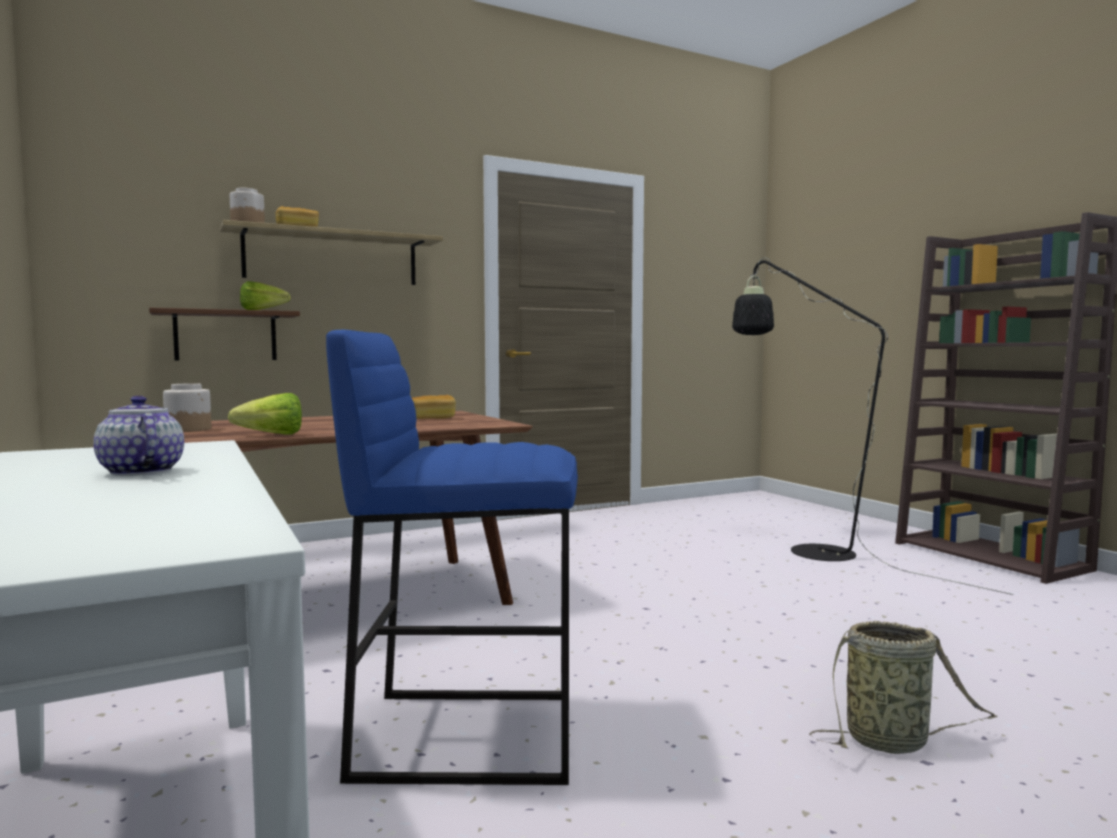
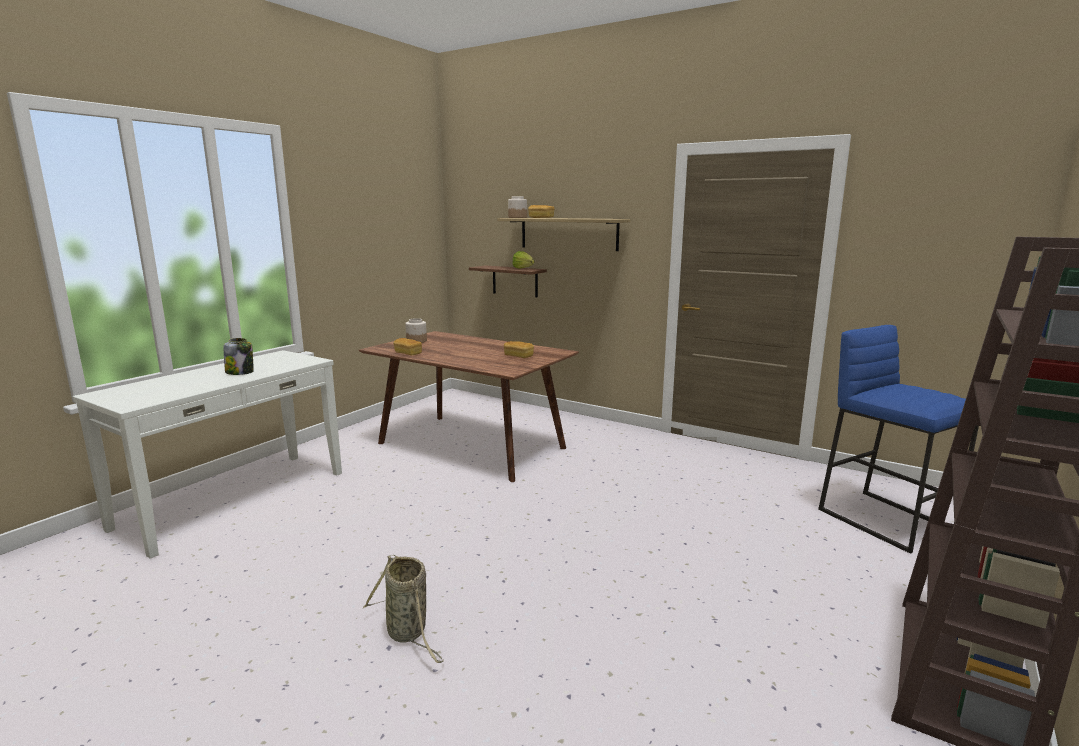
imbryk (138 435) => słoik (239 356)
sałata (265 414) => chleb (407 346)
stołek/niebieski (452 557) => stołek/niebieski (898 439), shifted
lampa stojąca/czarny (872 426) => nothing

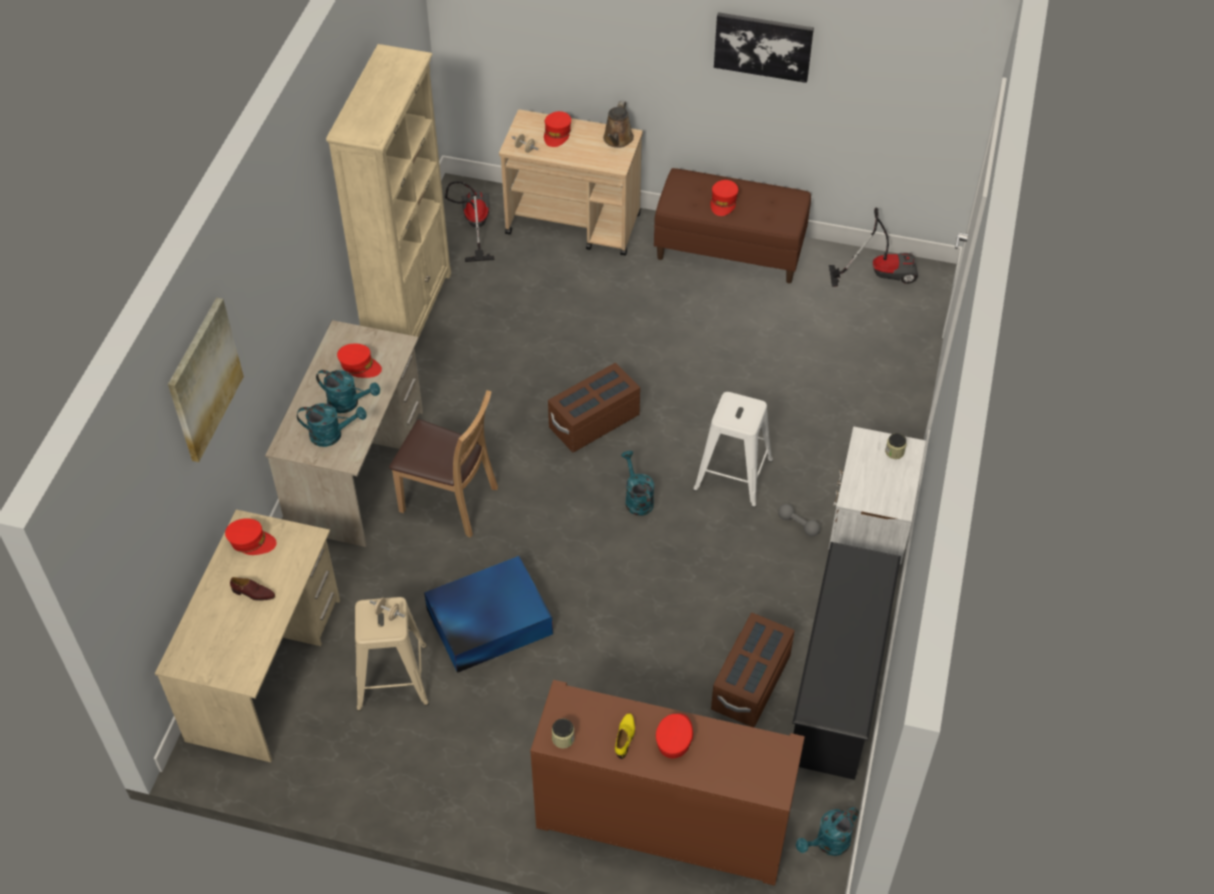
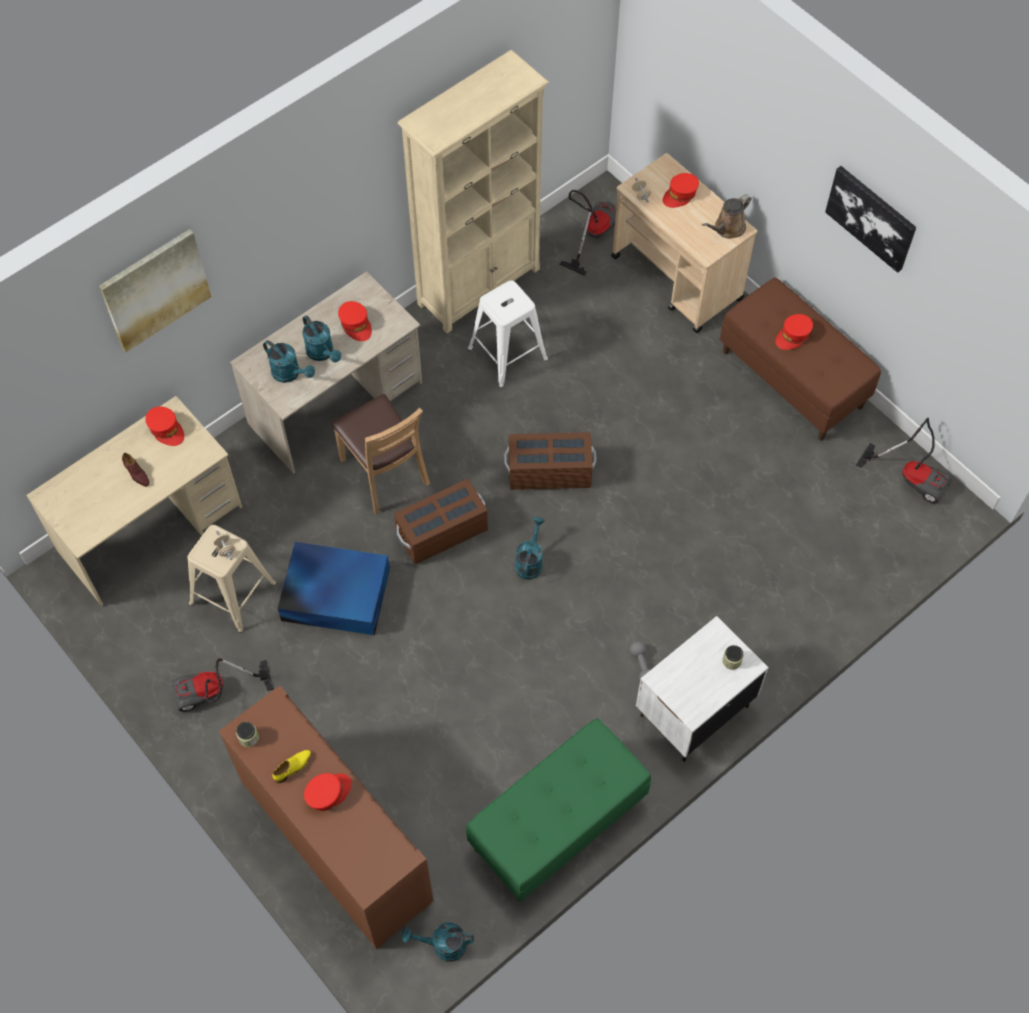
stołek/biały (733 449) => stołek/biały (508 334), shifted
pojemnik do przechowywania/brązowy (753 670) => pojemnik do przechowywania/brązowy (441 521), shifted
regał na buty/czarny (846 661) => ławka/zielony (558 810)
nothing => odkurzacz (223 685)

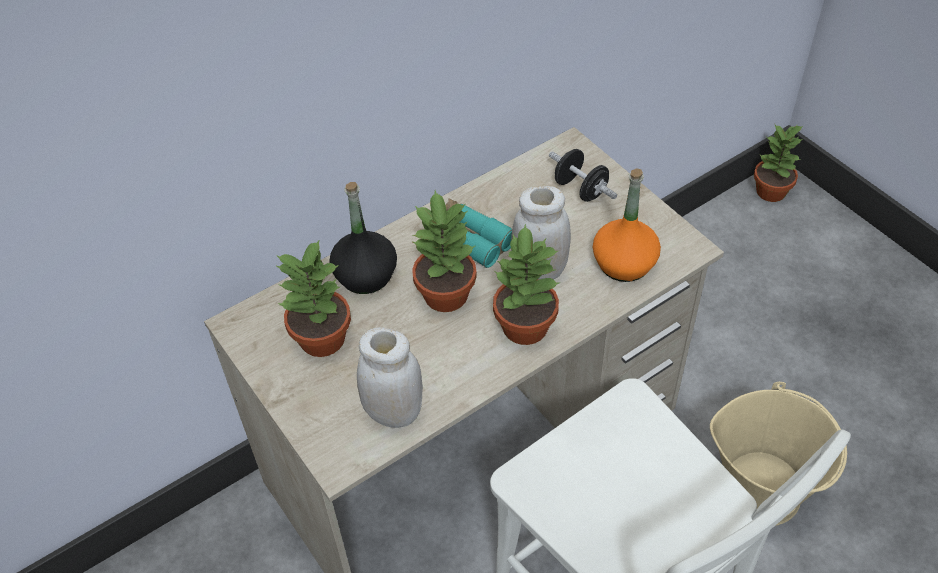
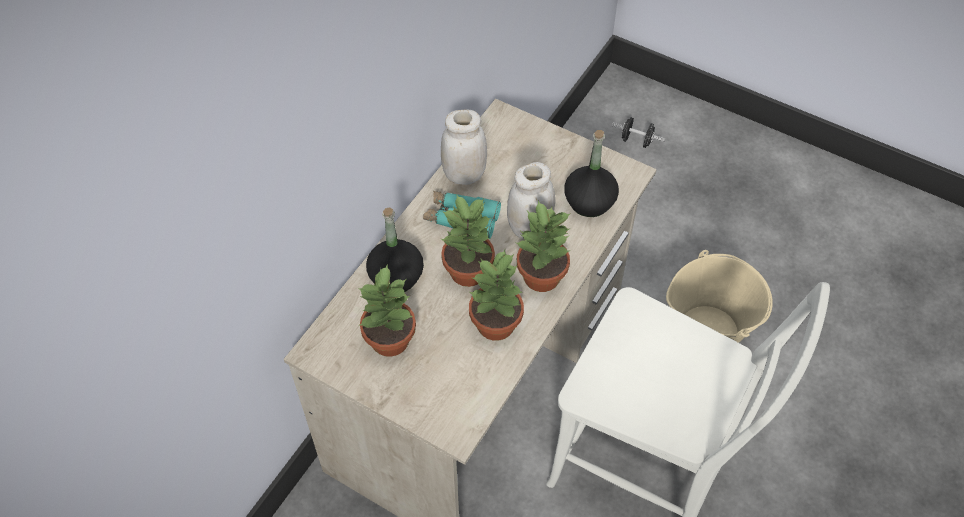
słoik/biały (390 377) => słoik/biały (464 147), shifted
hantel/czarny (583 175) => hantel/czarny (638 132), shifted
butelka/pomarańczowy (627 225) => butelka/czarny (591 173)
roślina doniczkowa (779 163) => roślina doniczkowa (496 295), shifted

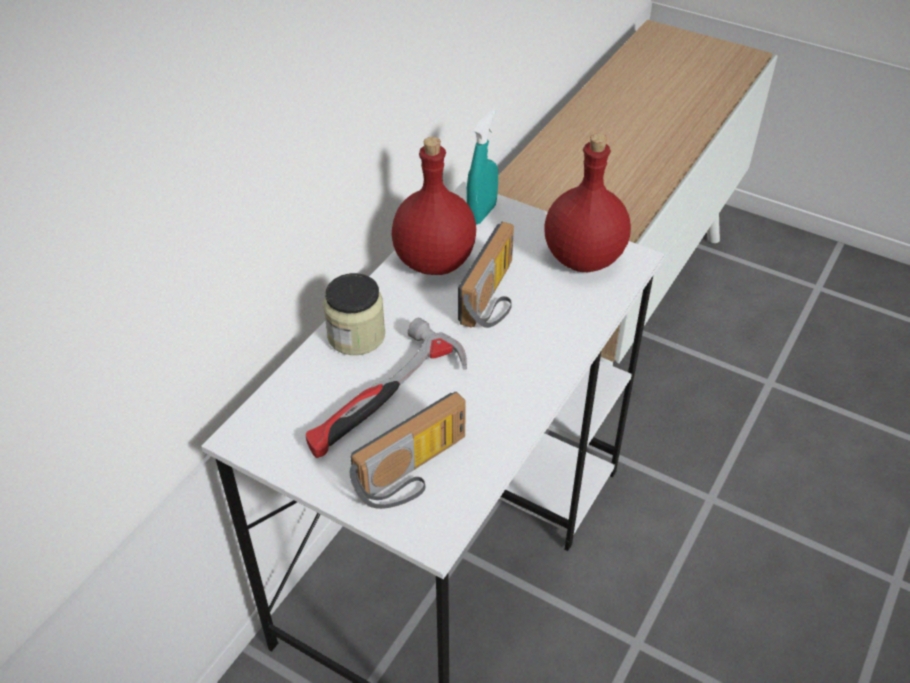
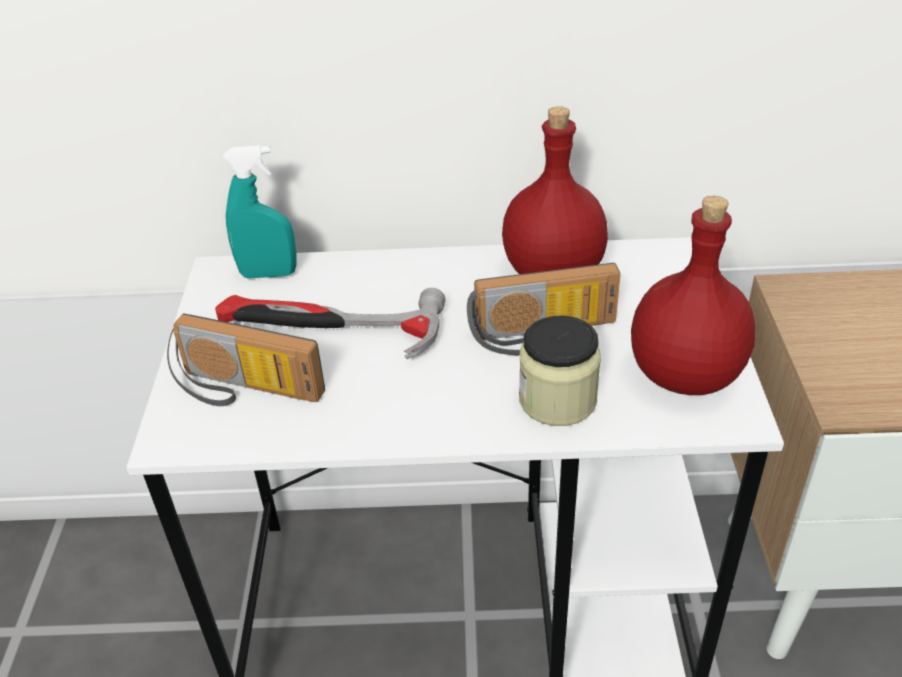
słoik (354 314) => słoik (560 371), shifted
spryskiwacz/turkusowy (482 167) => spryskiwacz/turkusowy (260 212), shifted

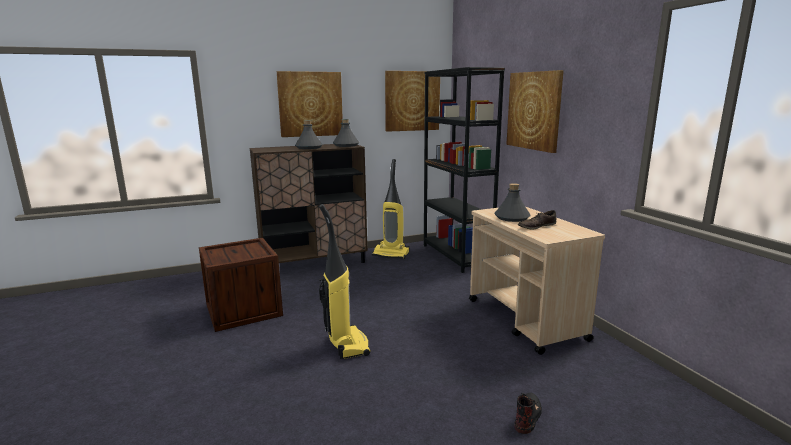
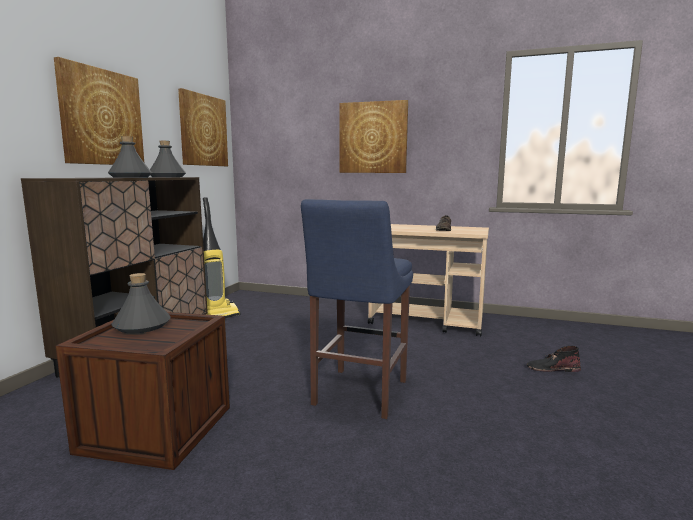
odkurzacz (345 281) => stołek/niebieski (357 309)
regał/czarny (464 170) => nothing
butelka/szary (512 202) => butelka/szary (141 303), shifted
but z cholewką/czarny (528 413) => but z cholewką/czarny (553 359), 60 degrees counterclockwise

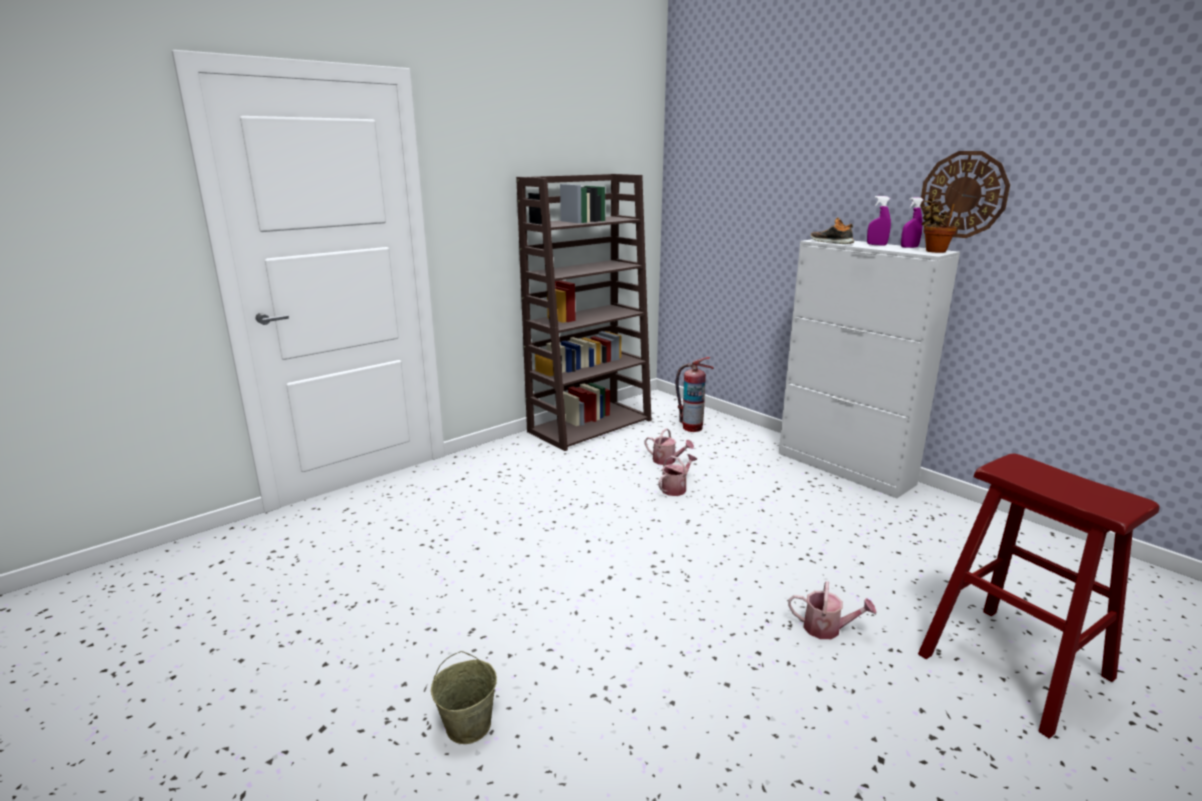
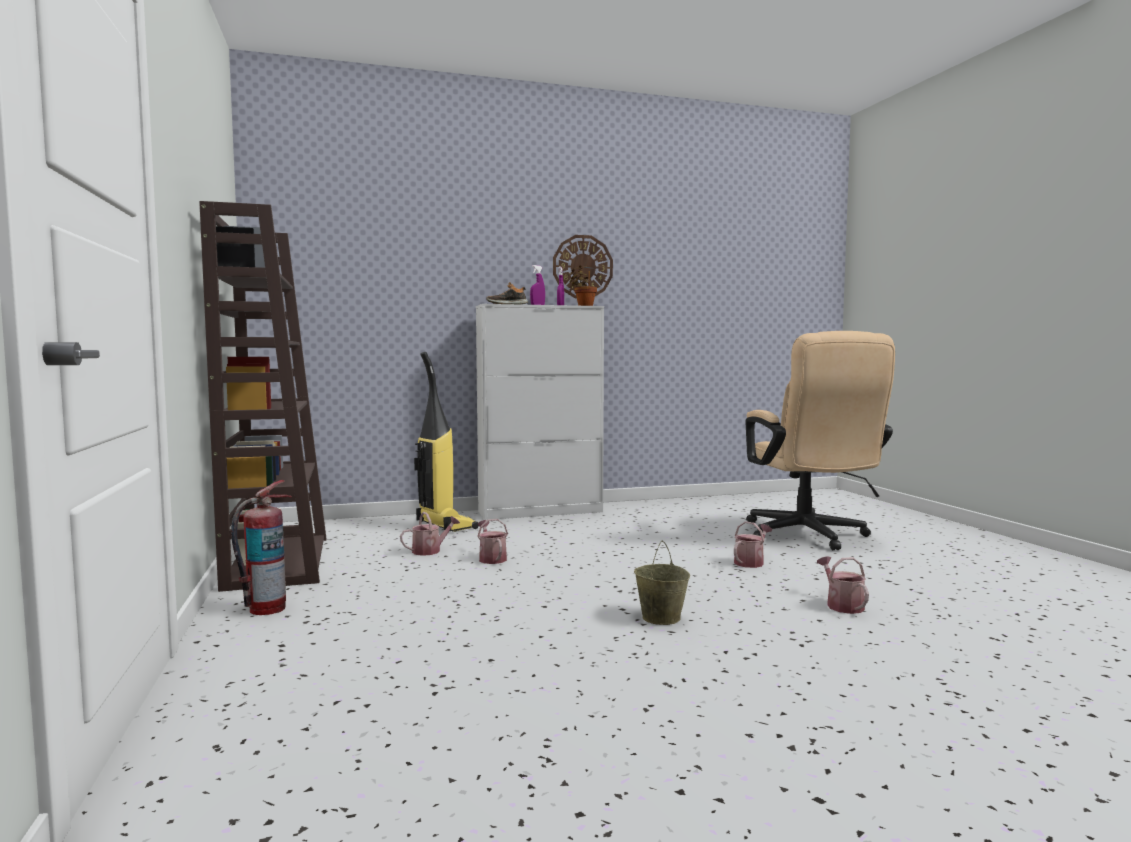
wiadro/beżowy (464 697) => wiadro/beżowy (662 582), shifted
gaśnica (694 394) => gaśnica (261 547), shifted
stołek/czerwony (1038 596) => krzesło biurowe/beżowy (820 440)
nothing => odkurzacz (446 442)
nothing => konewka (843 585)

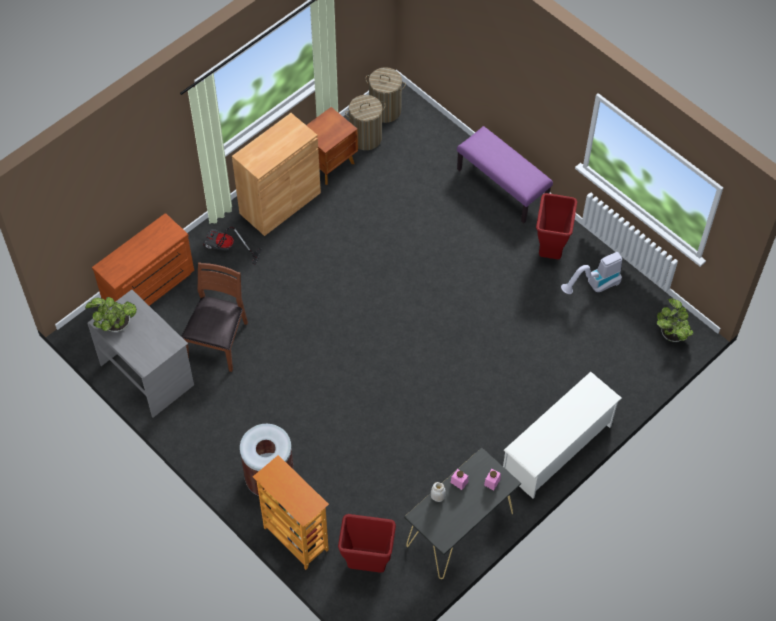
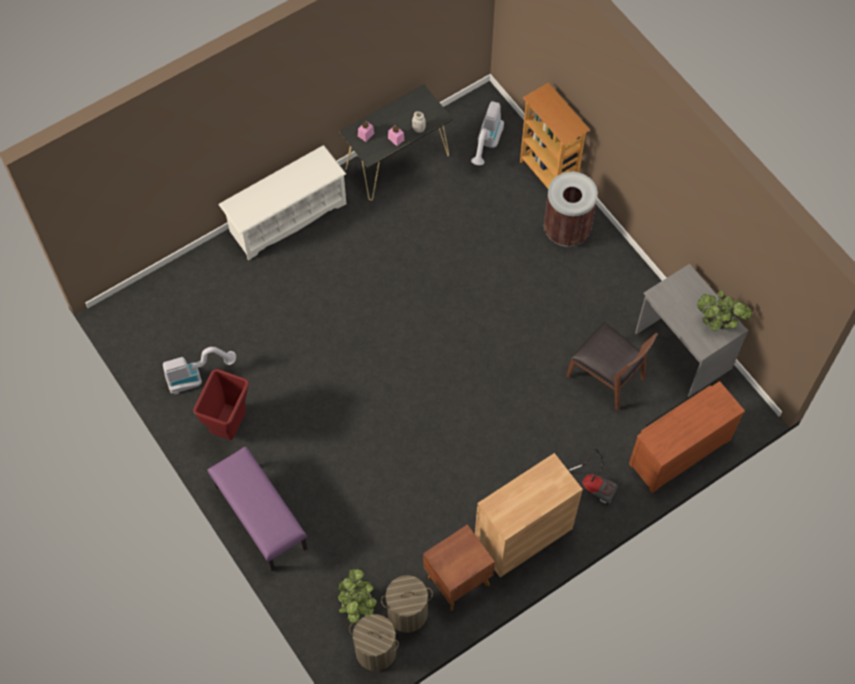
krzesło/brązowy (214 317) => krzesło/brązowy (612 366), 75 degrees counterclockwise
kosz na śmieci/czerwony (367 543) => odkurzacz (487 133)
roślina doniczkowa (675 320) => roślina doniczkowa (357 596), shifted

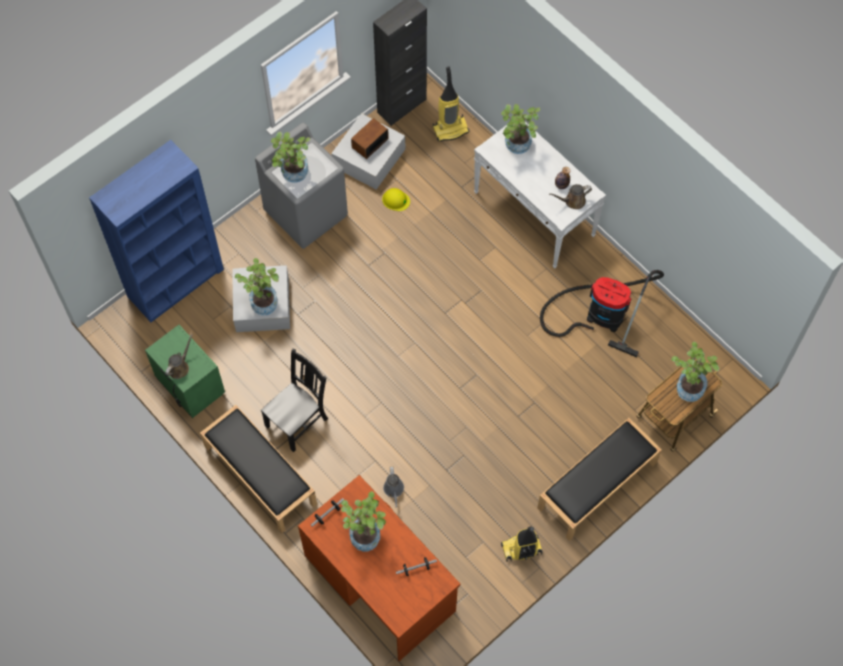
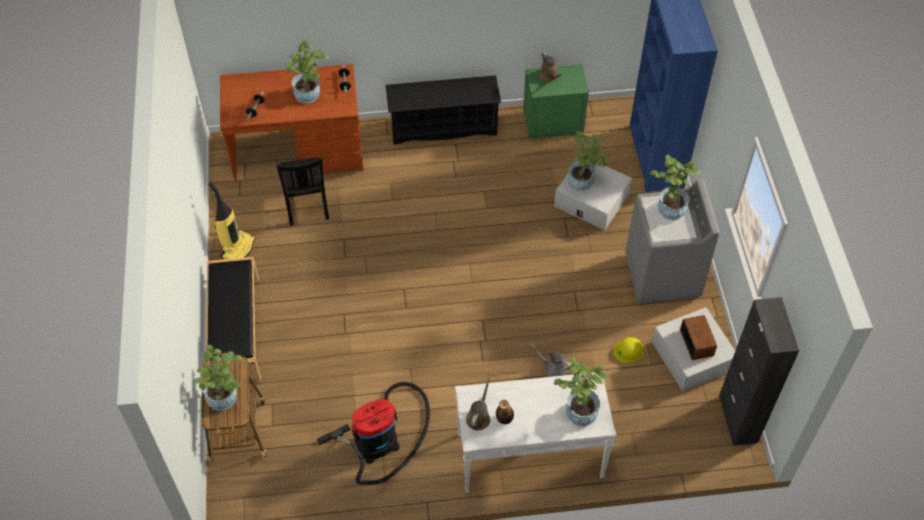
ławka/czarny (258 469) => regał na buty/czarny (443 109)
krzesło/czarny (294 400) => krzesło/czarny (302 191), shifted
konewka/szary (393 487) => konewka/szary (550 360), shifted
odkurzacz (451 103) => nothing

